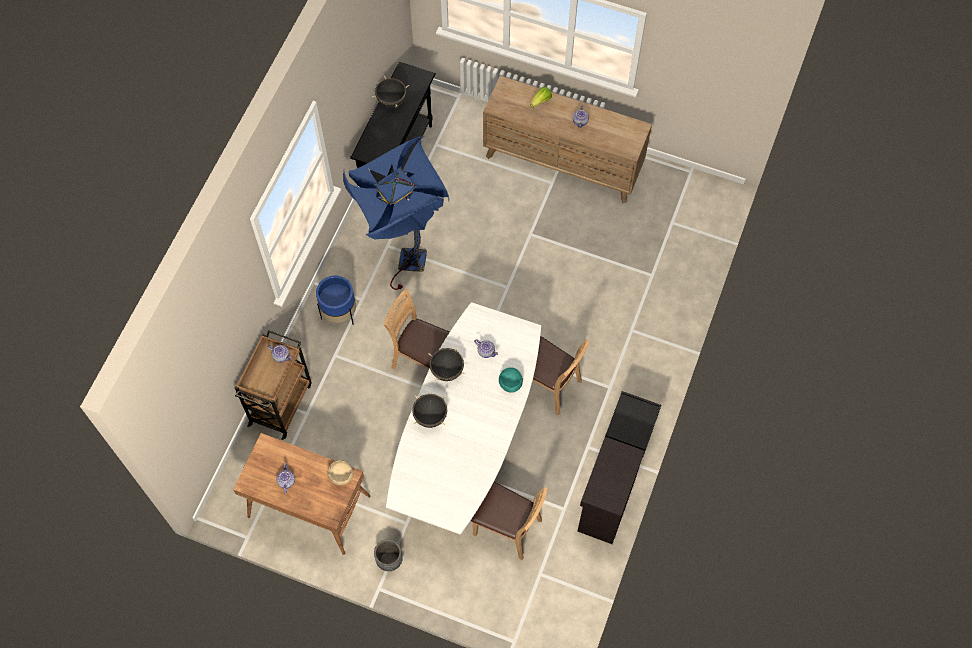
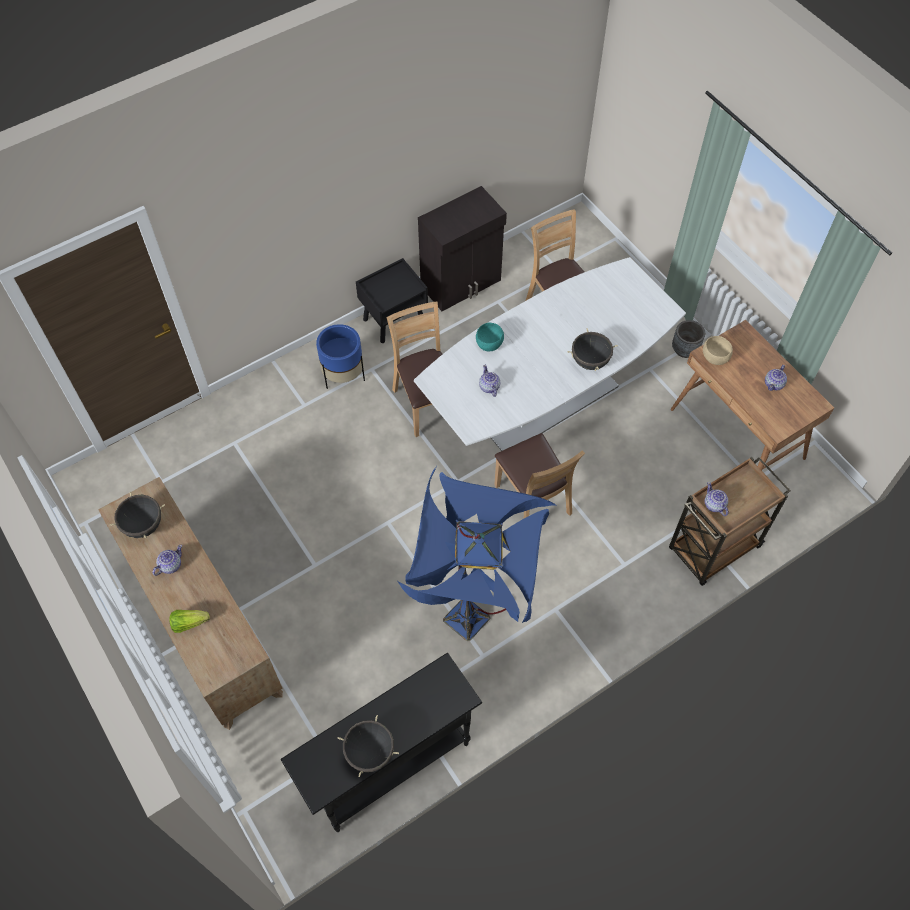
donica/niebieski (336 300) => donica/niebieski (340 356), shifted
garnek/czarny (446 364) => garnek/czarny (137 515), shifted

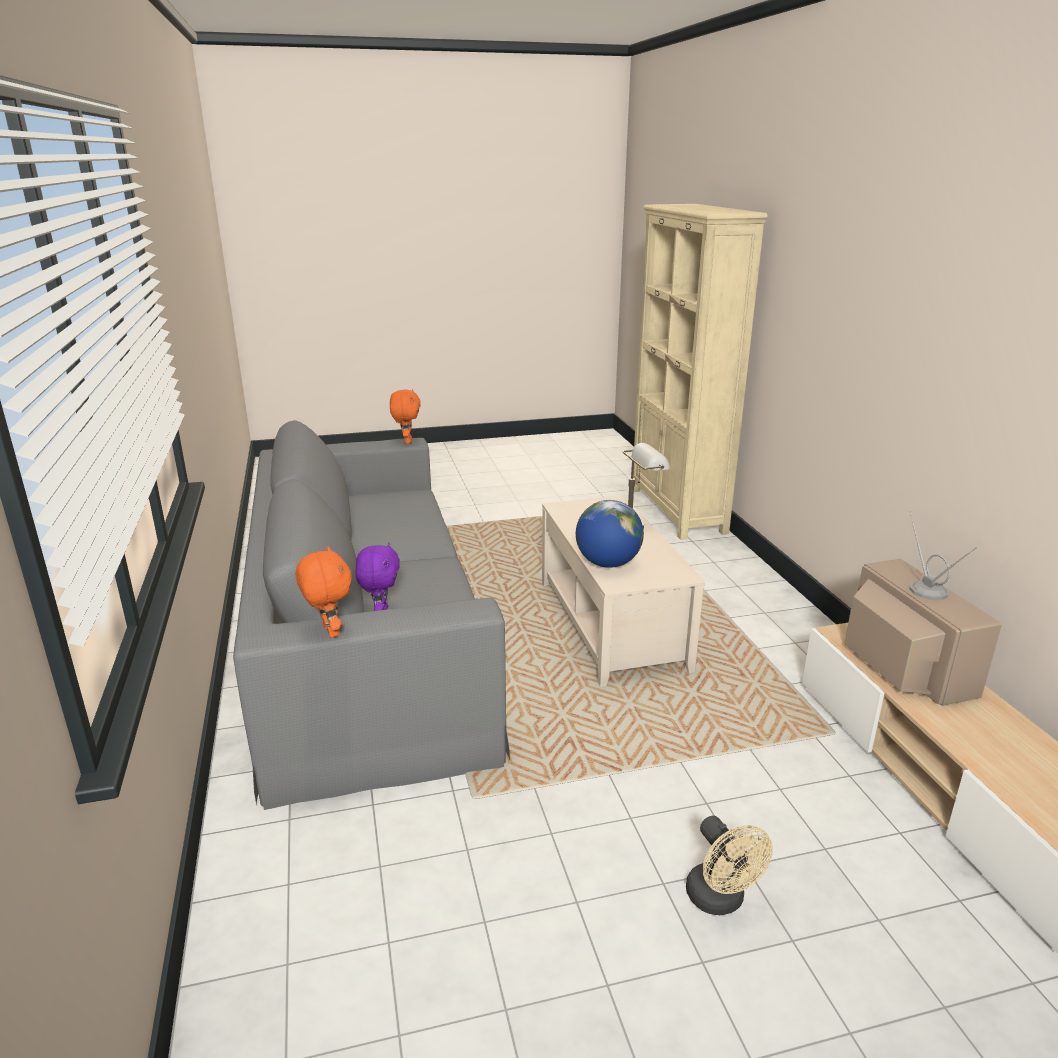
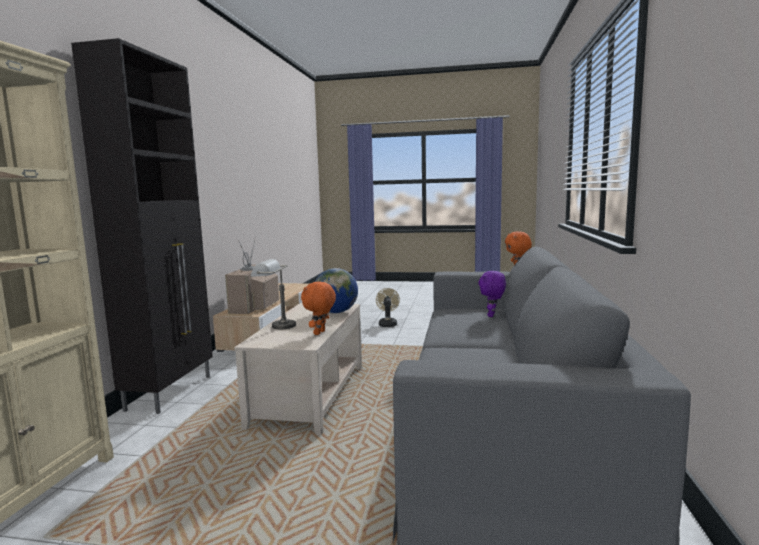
pluszak/pomarańczowy (405 416) => pluszak/pomarańczowy (318 308), shifted
nothing => szafka/czarny (142 226)

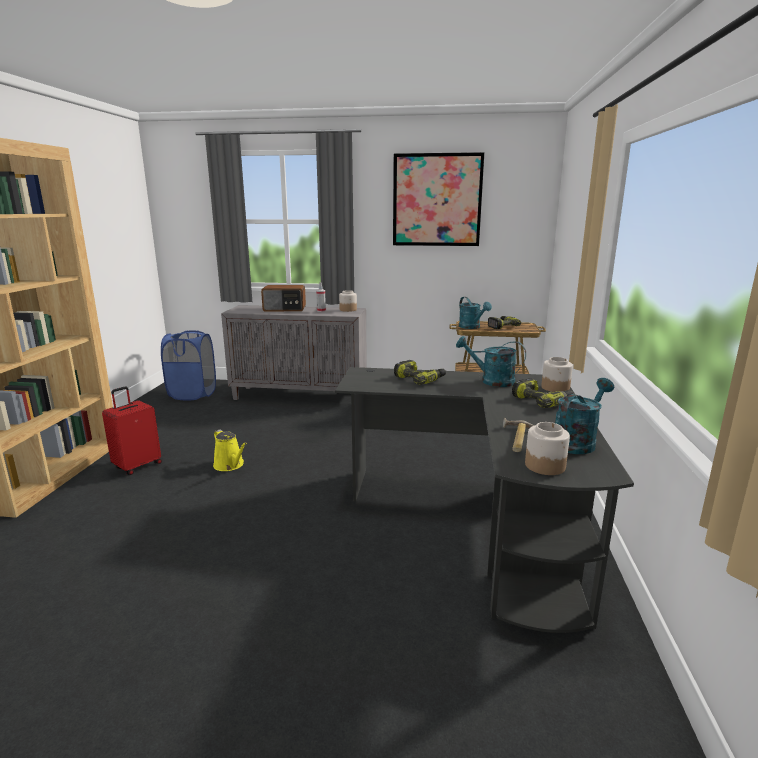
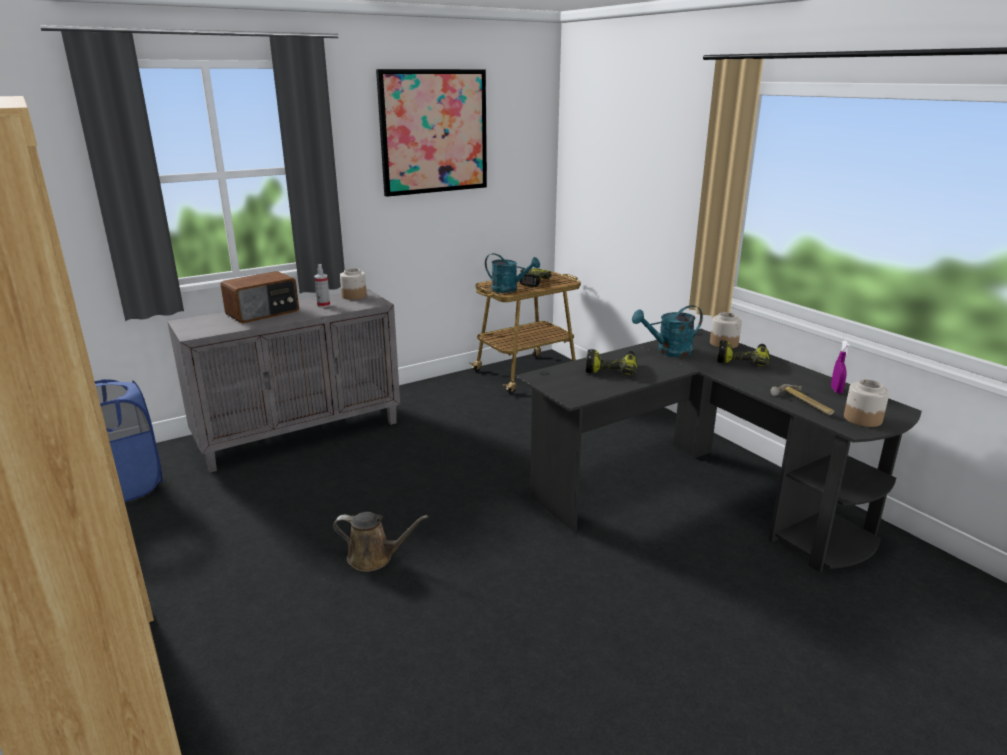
walizka/czerwony (132 431) => nothing
konewka/żółty (230 450) => konewka/brązowy (380 542)
konewka/turkusowy (584 416) => spryskiwacz/fioletowy (840 366)

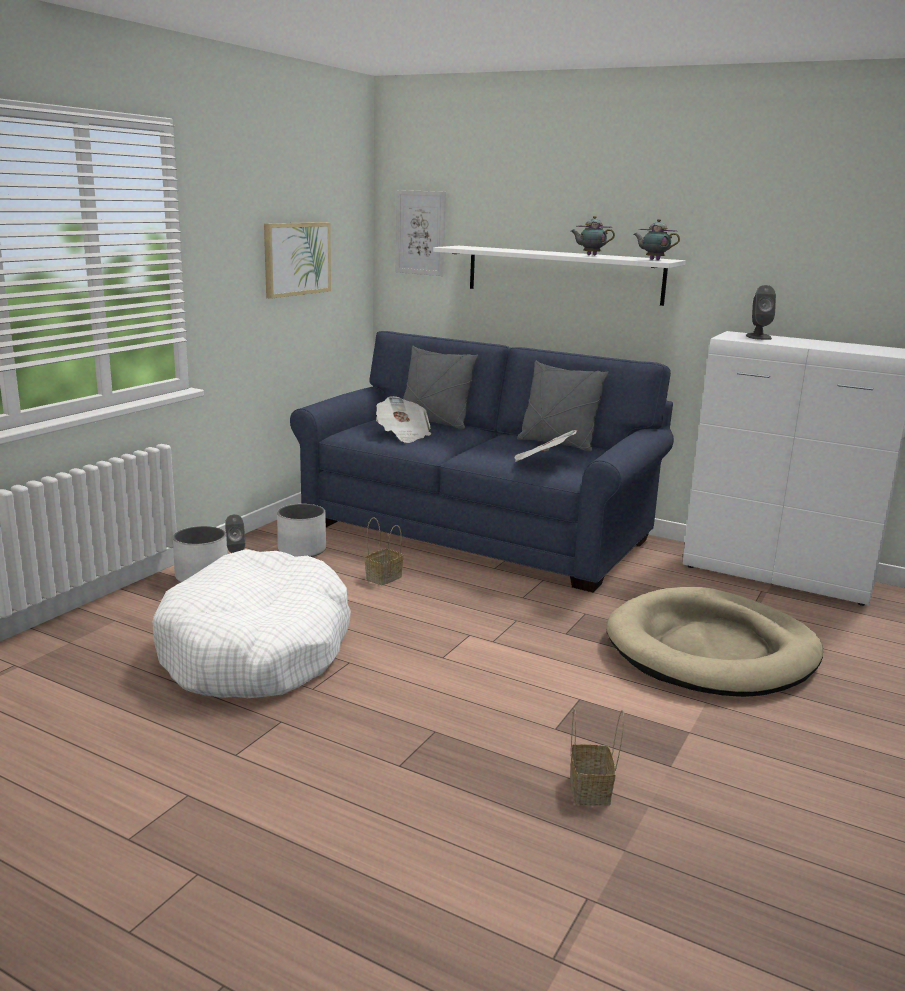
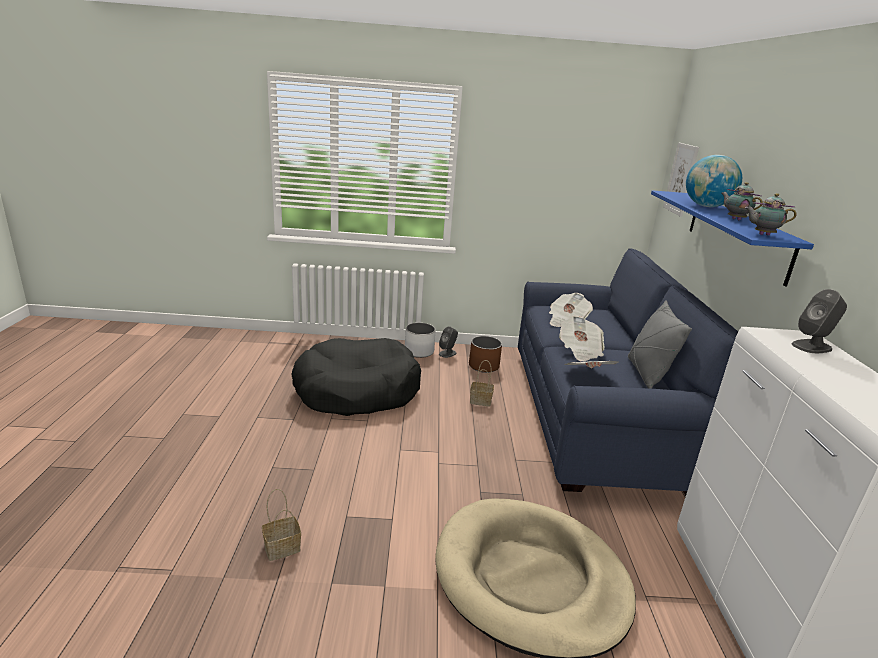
legowisko/biały (251 623) => legowisko/czarny (356 377)
obraz (297 260) => nothing
donica/biały (301 530) => donica/brązowy (485 354)
poduszka/szary (440 387) => nothing
półka/biały (559 276) => półka/niebieski (732 238)
imbryk (656 239) => imbryk (771 214), 75 degrees counterclockwise
nothing => gazeta (581 338)
nothing => globus (714 181)

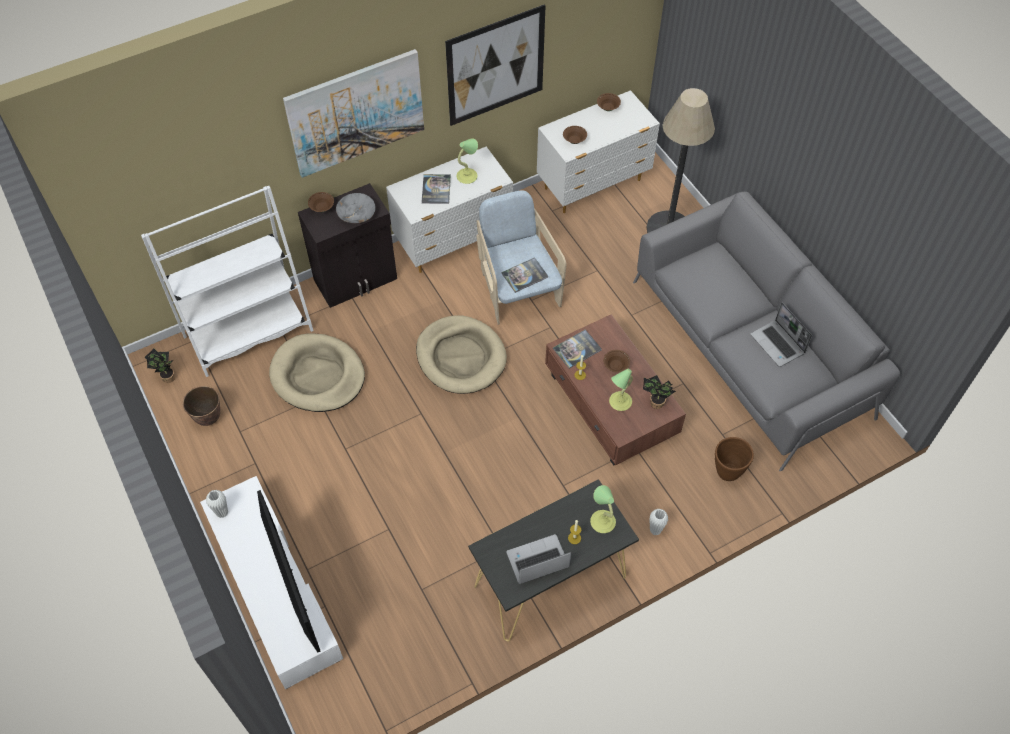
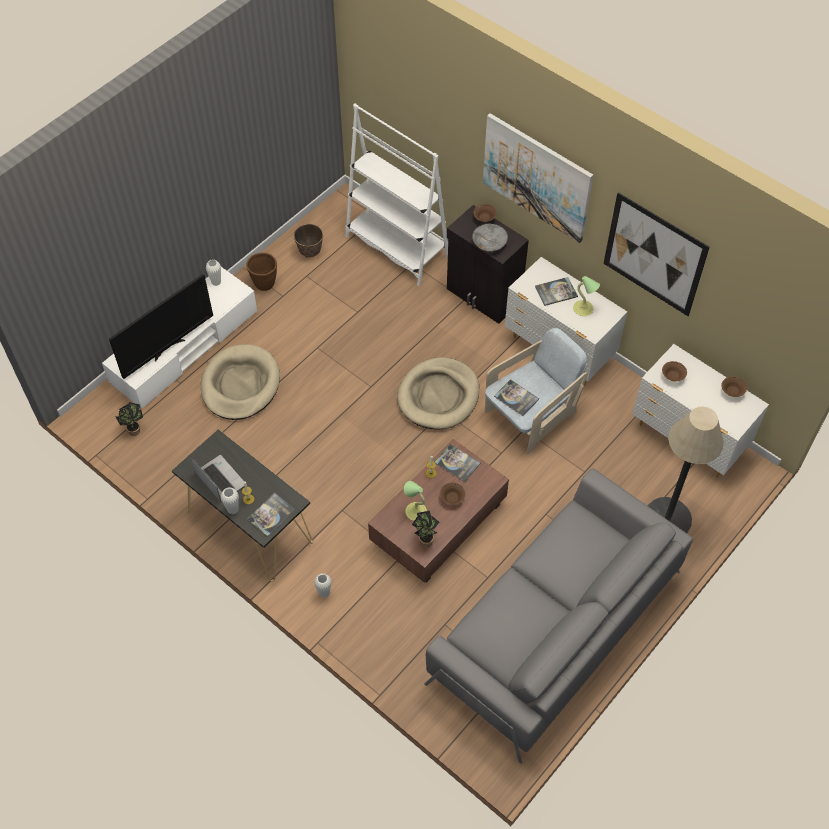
roślina doniczkowa (160 366) => roślina doniczkowa (129 419), shifted
legowisko/beżowy (317 372) => legowisko/beżowy (240 382), shifted
lampa stołowa (603 509) => książka (271 515)
donica/brązowy (734 459) => donica/brązowy (261 272), shifted
laptop (781 334) => nothing
nothing => wazon/biały (230 501)

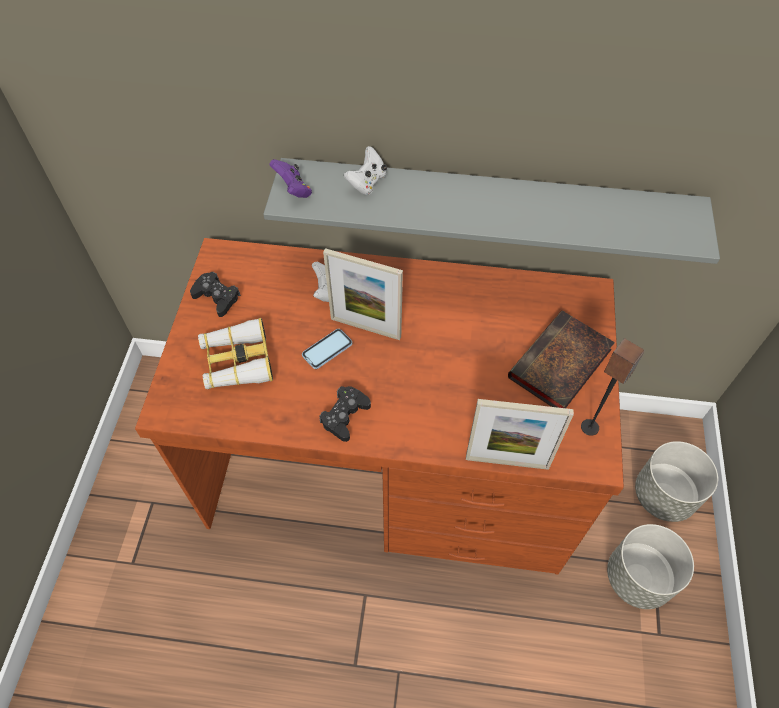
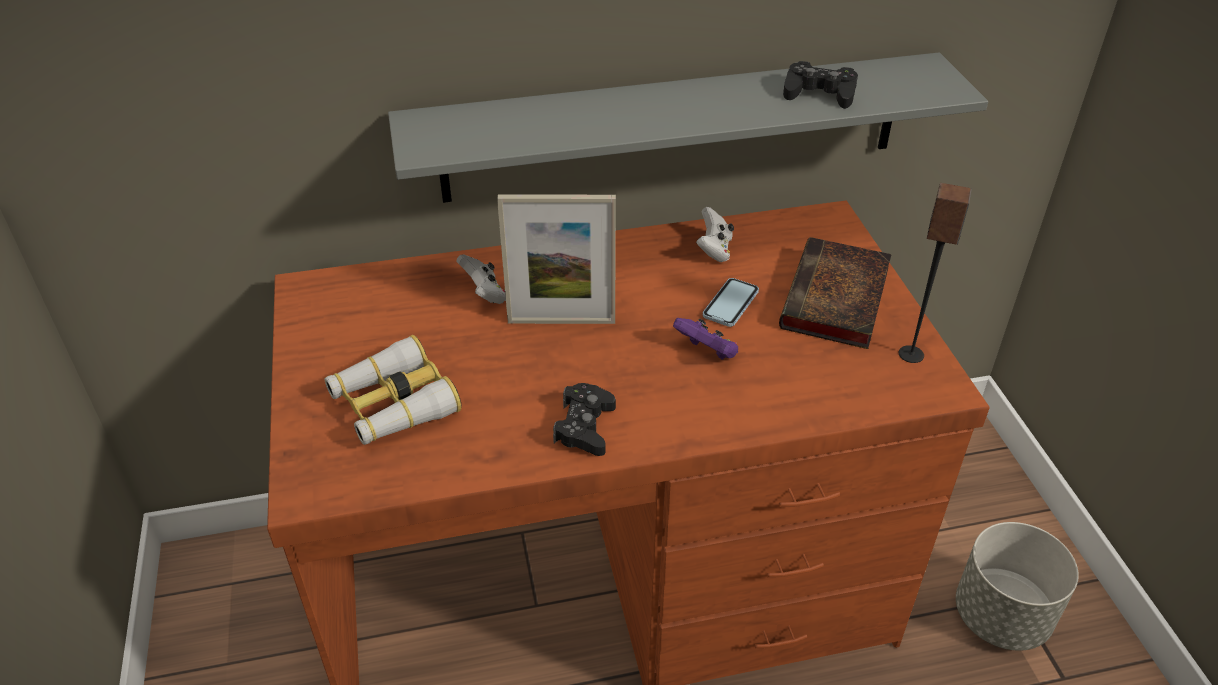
pad do gier/czarny (215 294) => pad do gier/czarny (820 85), shifted
pad do gier/fioletowy (290 178) => pad do gier/fioletowy (705 339), shifted
telefon (327 349) => telefon (731 302), shifted
pad do gier/biały (365 170) => pad do gier/biały (715 234), shifted
ramka na zdjęcie (520 434) => nothing
donica/szary (676 481) => nothing

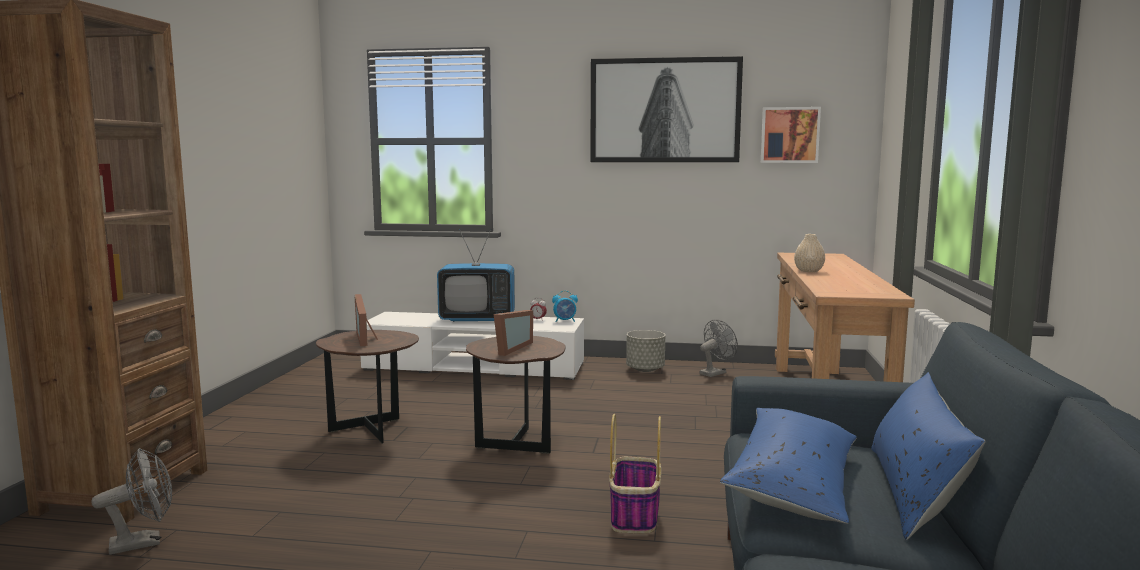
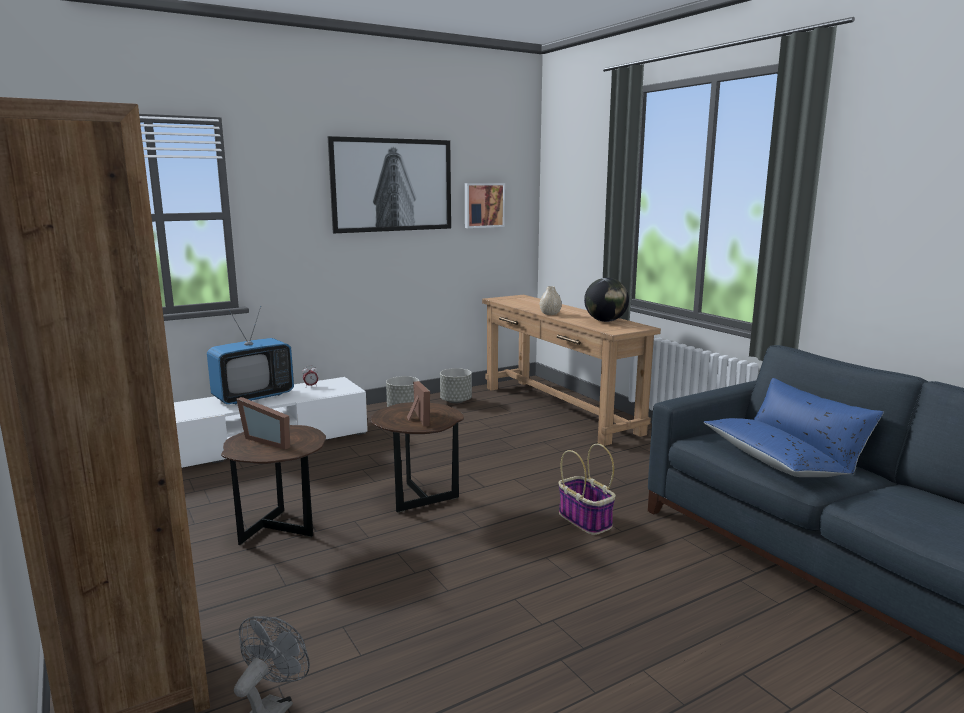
budzik (565 306) => nothing
wentylator/szary (718 348) => donica/szary (456 386)
nothing => globus (606 300)

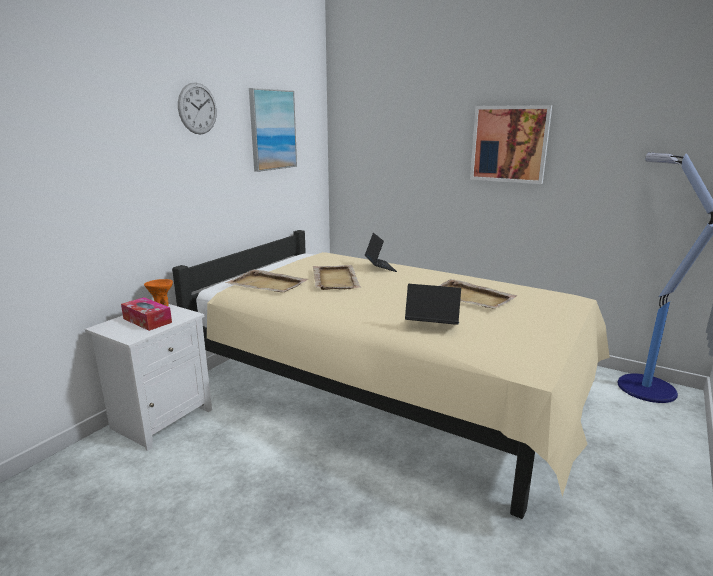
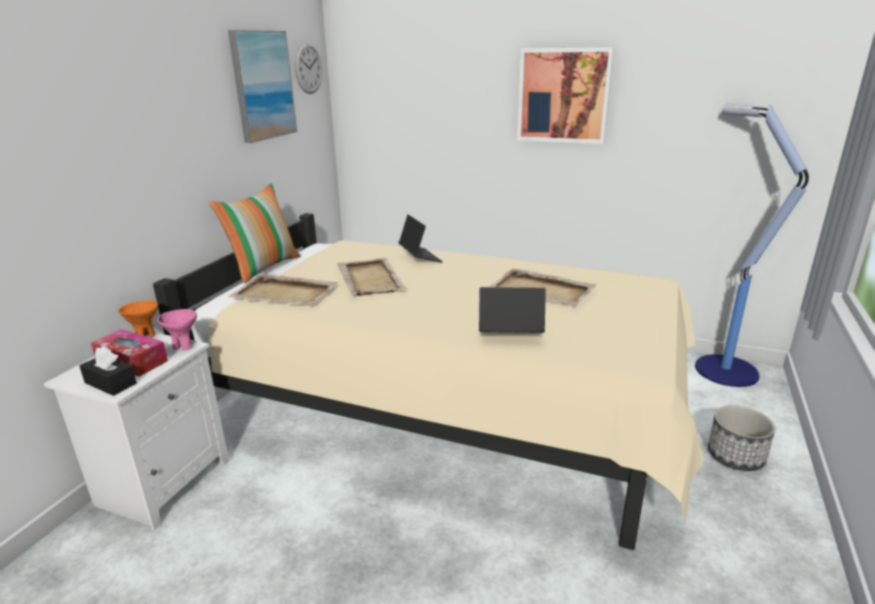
zegar ścienny (197 108) => zegar ścienny (308 68), shifted
nothing => pudełko chusteczek/czarny (108 371)
nothing => miska/różowy (177 330)
nothing => poduszka (255 233)
nothing => donica (741 438)

